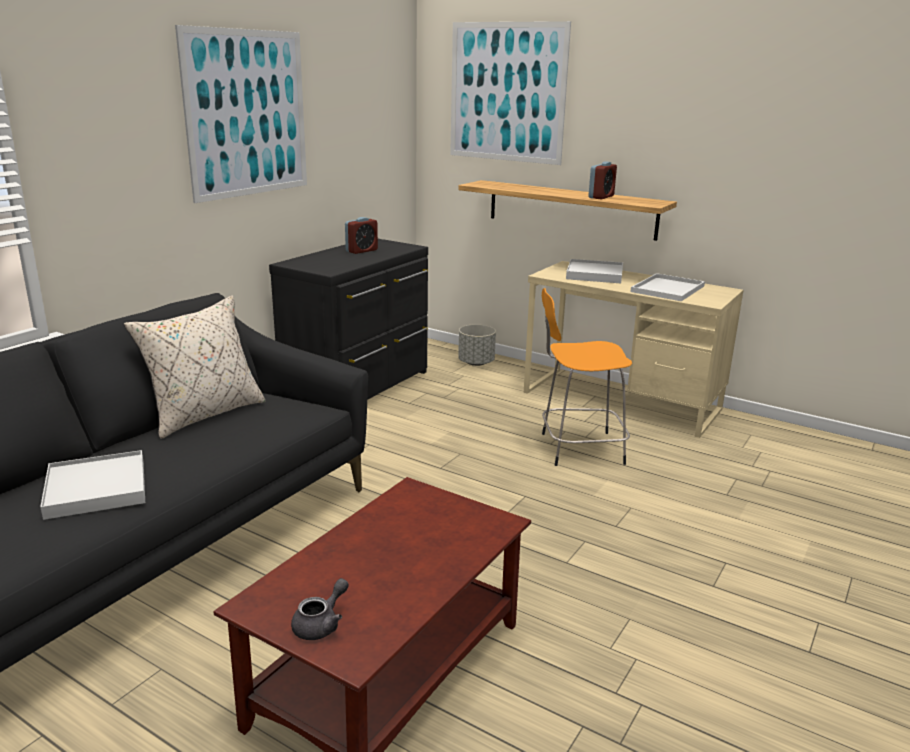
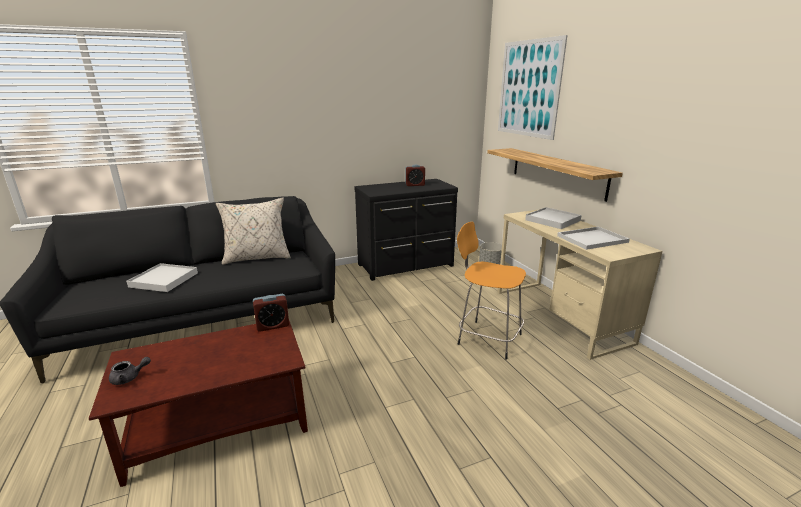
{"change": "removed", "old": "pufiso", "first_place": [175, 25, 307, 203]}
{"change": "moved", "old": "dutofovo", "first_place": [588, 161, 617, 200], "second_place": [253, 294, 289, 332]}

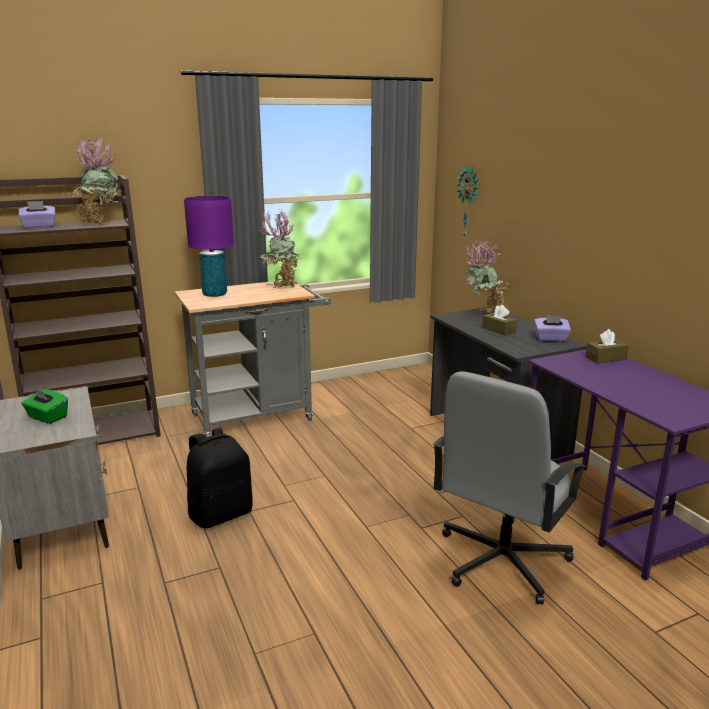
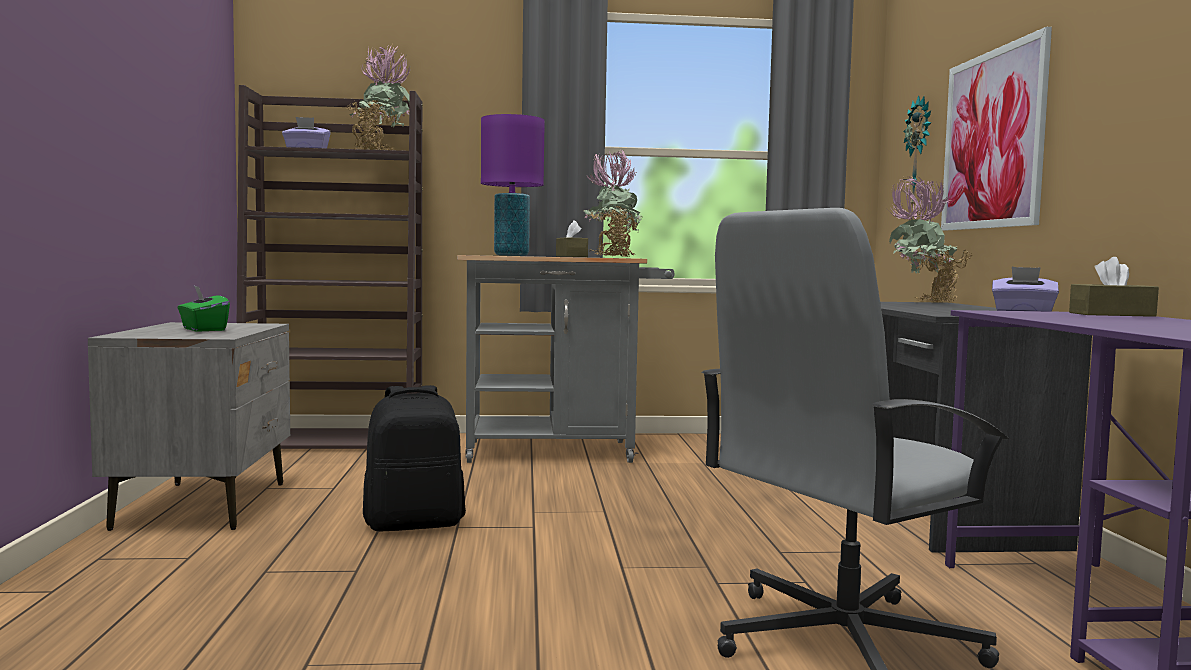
{"change": "added", "new": "pufiso", "second_place": [941, 27, 1052, 231]}
{"change": "moved", "old": "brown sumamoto", "first_place": [482, 305, 517, 335], "second_place": [556, 220, 588, 257]}

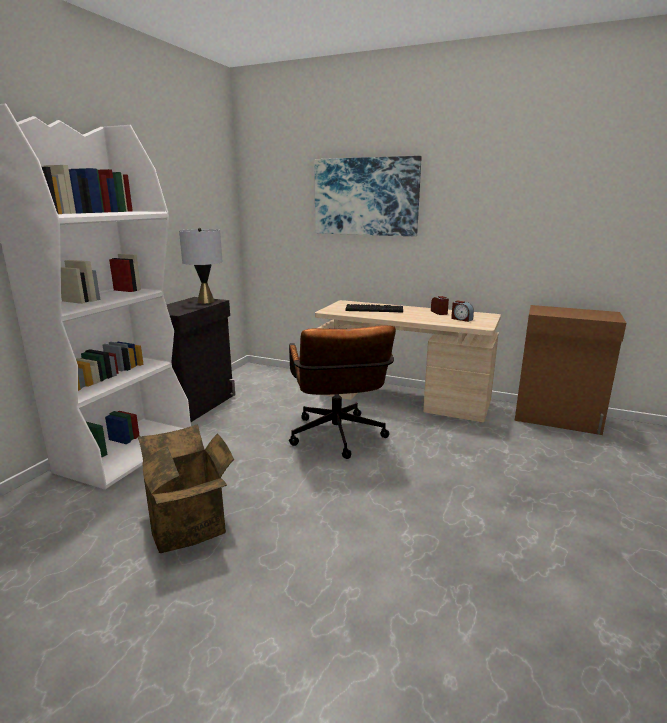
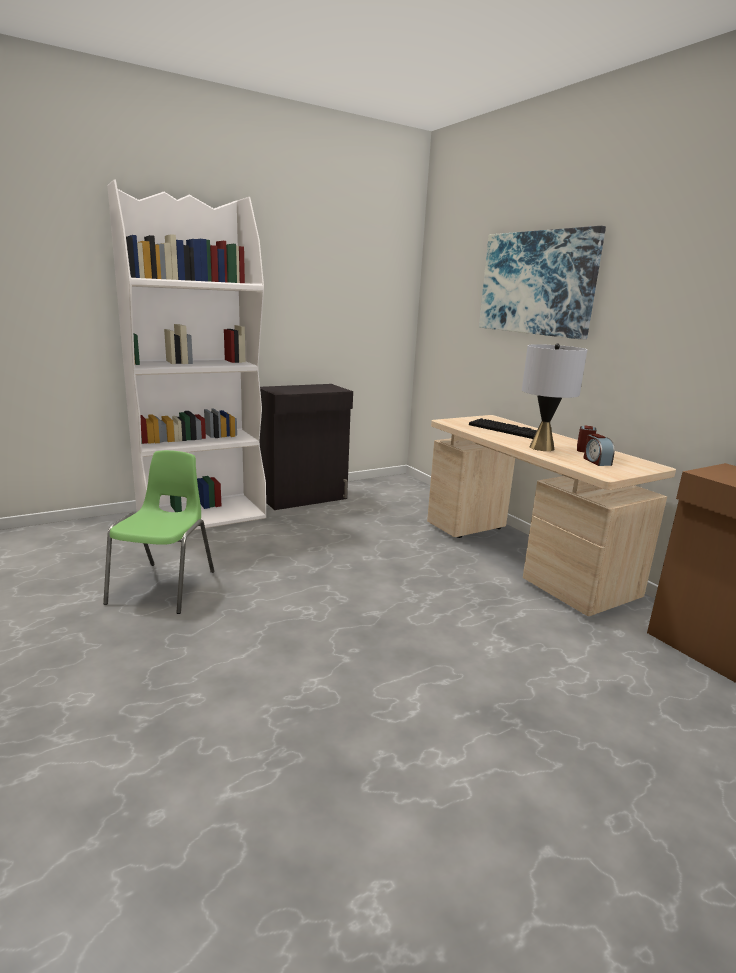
{"change": "removed", "old": "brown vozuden", "first_place": [289, 325, 396, 459]}
{"change": "moved", "old": "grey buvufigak", "first_place": [179, 228, 223, 304], "second_place": [522, 344, 587, 451]}
{"change": "replaced", "old": "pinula", "new": "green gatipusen", "first_place": [138, 424, 234, 553], "second_place": [103, 450, 214, 614]}

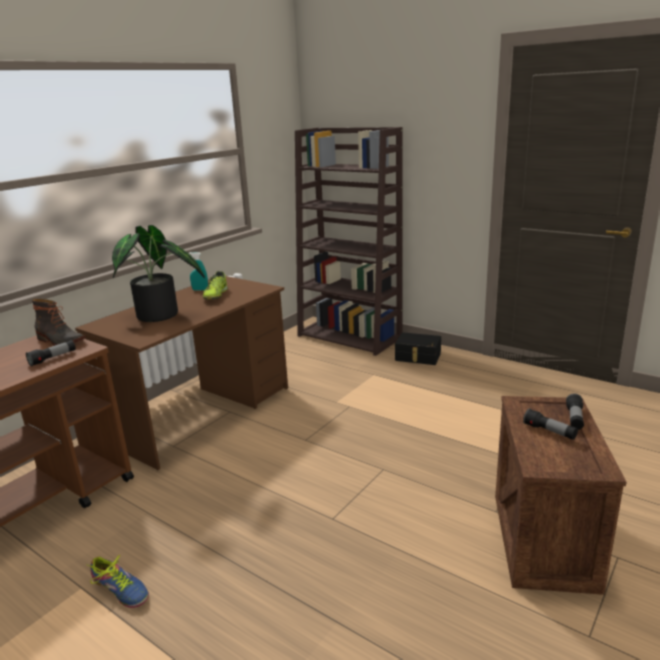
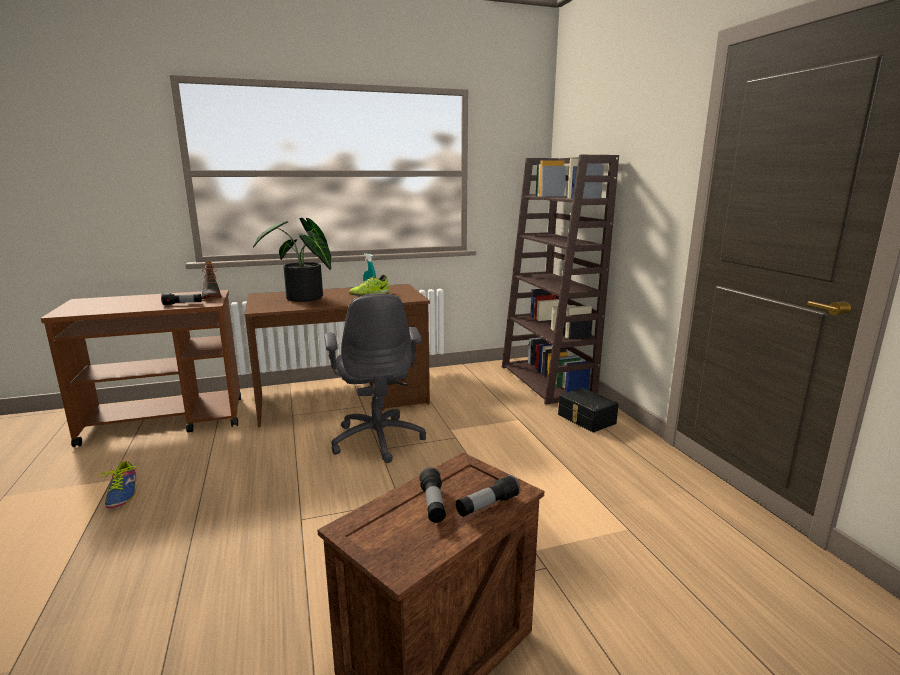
{"change": "added", "new": "grey vozuden", "second_place": [324, 294, 426, 463]}

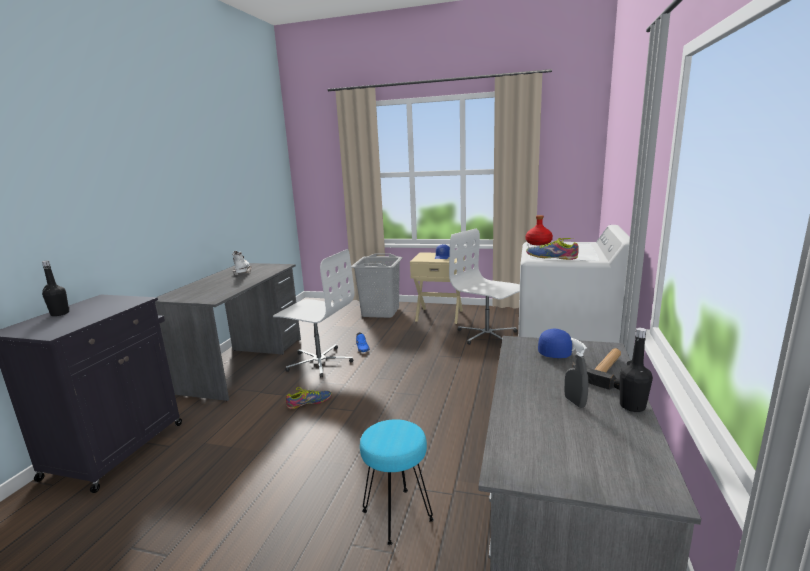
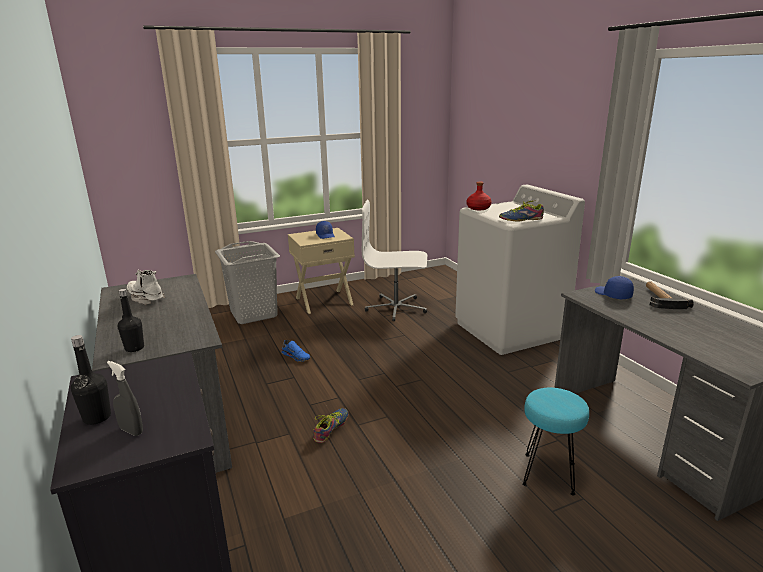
{"change": "removed", "old": "white vozuden", "first_place": [273, 249, 355, 377]}
{"change": "moved", "old": "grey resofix", "first_place": [564, 338, 589, 408], "second_place": [107, 361, 143, 436]}
{"change": "moved", "old": "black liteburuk", "first_place": [620, 328, 653, 412], "second_place": [118, 289, 144, 352]}

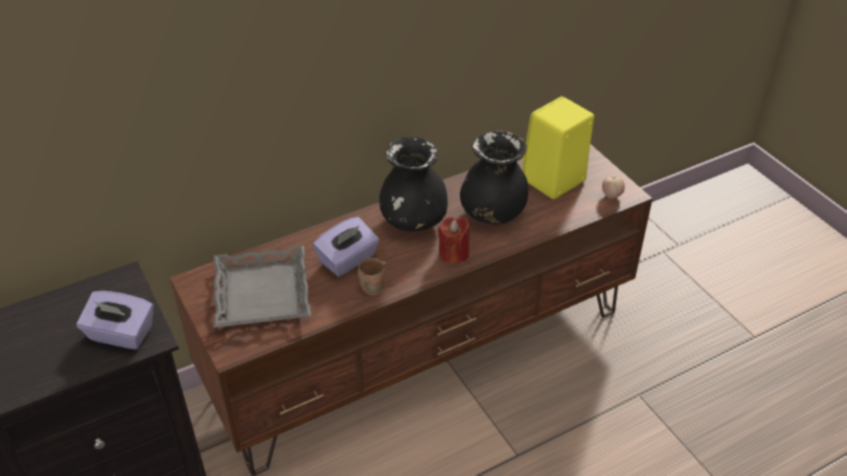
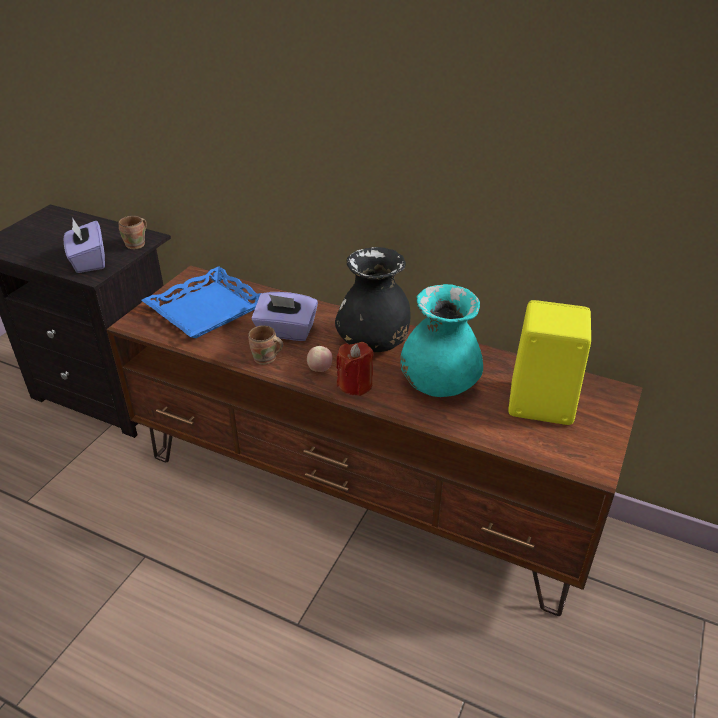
{"change": "added", "new": "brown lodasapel", "second_place": [119, 216, 147, 249]}
{"change": "moved", "old": "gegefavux", "first_place": [602, 176, 625, 198], "second_place": [307, 346, 333, 372]}
{"change": "recoloured", "old": "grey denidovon", "new": "blue denidovon", "first_place": [214, 246, 311, 328], "second_place": [141, 266, 261, 338]}
{"change": "recoloured", "old": "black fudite", "new": "turquoise fudite", "first_place": [460, 130, 528, 225], "second_place": [400, 284, 483, 397]}

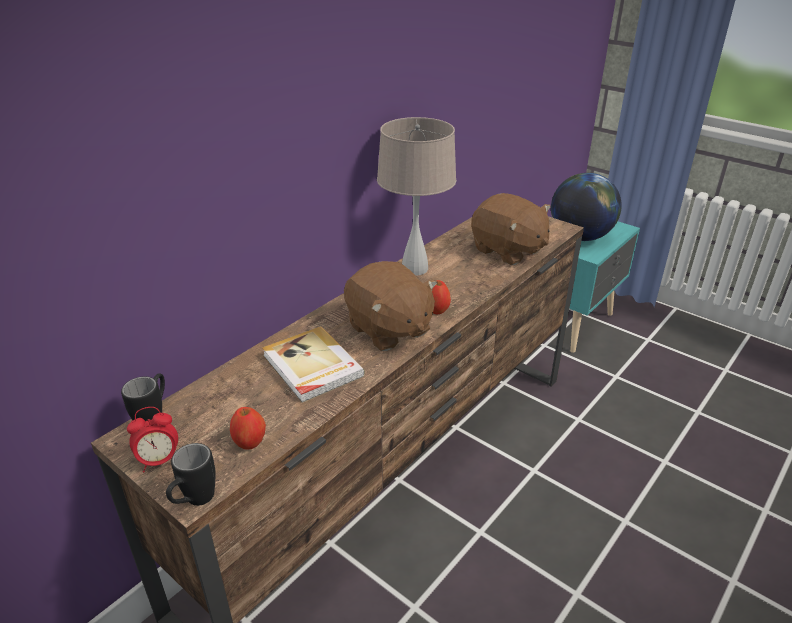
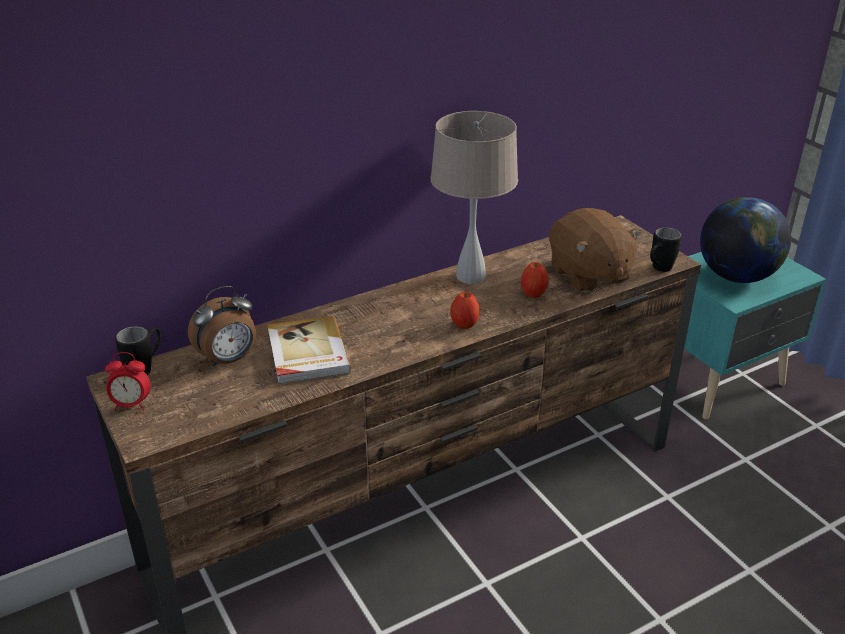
{"change": "removed", "old": "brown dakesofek", "first_place": [344, 261, 437, 351]}
{"change": "added", "new": "dutofovo", "second_place": [188, 286, 256, 367]}
{"change": "moved", "old": "black lodasapel", "first_place": [166, 443, 216, 506], "second_place": [650, 227, 682, 272]}
{"change": "moved", "old": "gegefavux", "first_place": [230, 407, 266, 450], "second_place": [521, 262, 549, 298]}

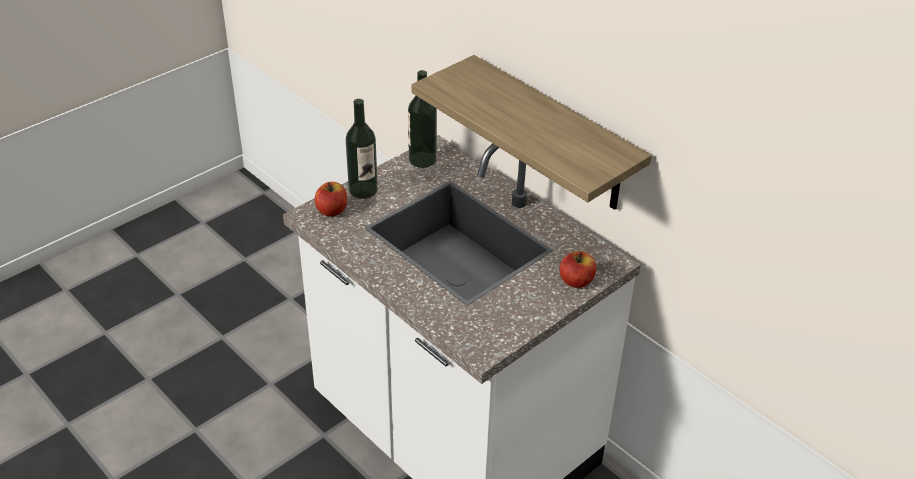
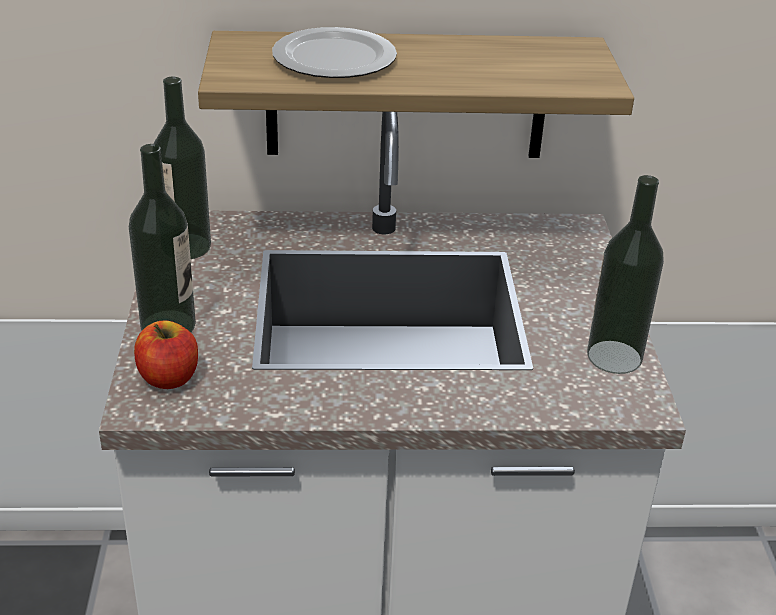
{"change": "removed", "old": "gegefavux", "first_place": [559, 251, 597, 288]}
{"change": "added", "new": "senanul", "second_place": [272, 27, 397, 78]}
{"change": "added", "new": "liteburuk", "second_place": [587, 175, 664, 374]}

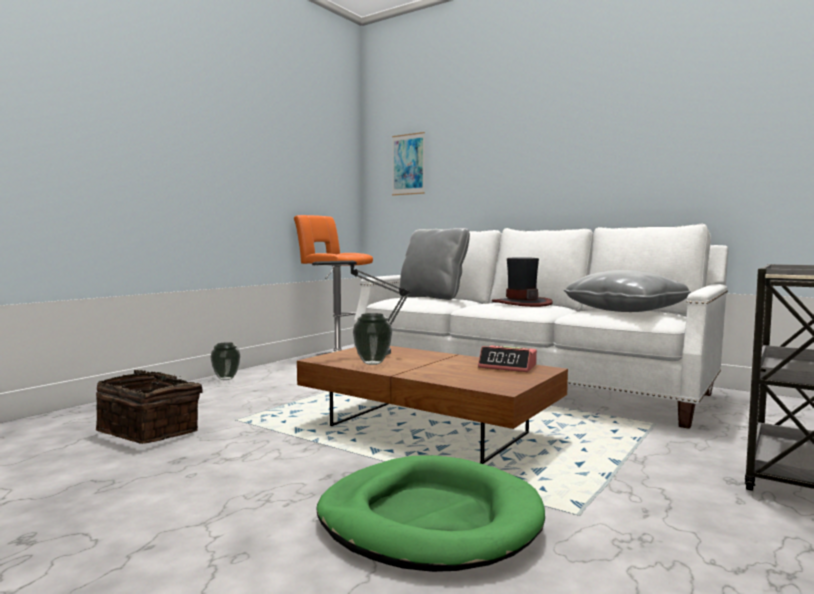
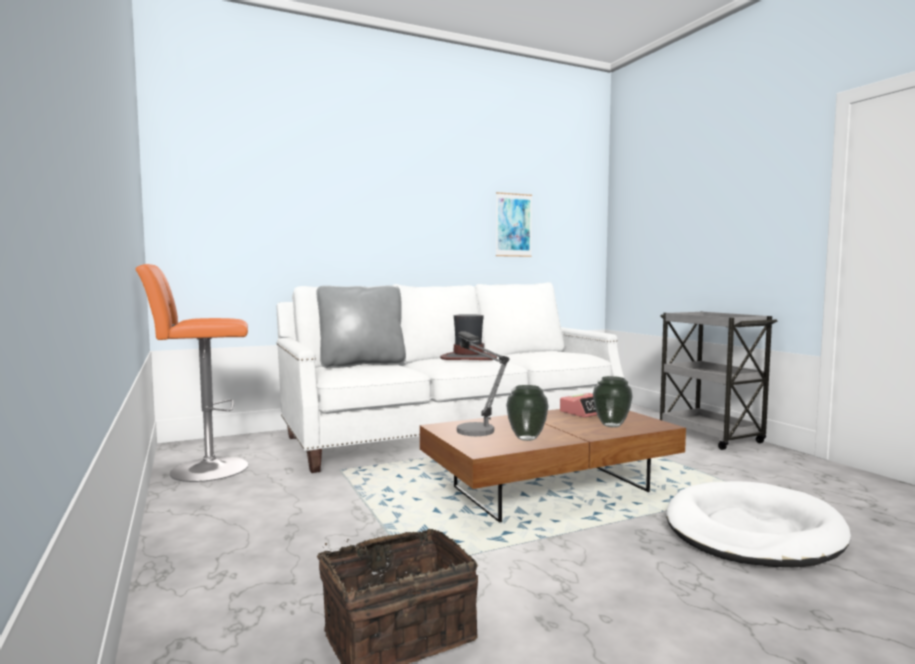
{"change": "removed", "old": "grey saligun", "first_place": [564, 270, 691, 312]}
{"change": "moved", "old": "fudite", "first_place": [210, 342, 240, 380], "second_place": [593, 376, 633, 427]}
{"change": "moved", "old": "pufiso", "first_place": [392, 132, 425, 196], "second_place": [496, 192, 532, 257]}
{"change": "recoloured", "old": "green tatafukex", "new": "white tatafukex", "first_place": [317, 455, 545, 572], "second_place": [666, 481, 851, 567]}

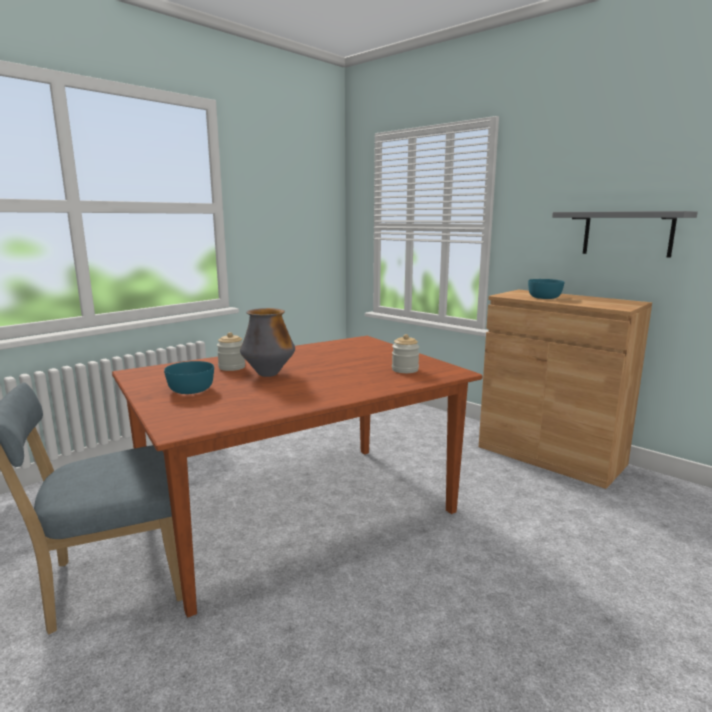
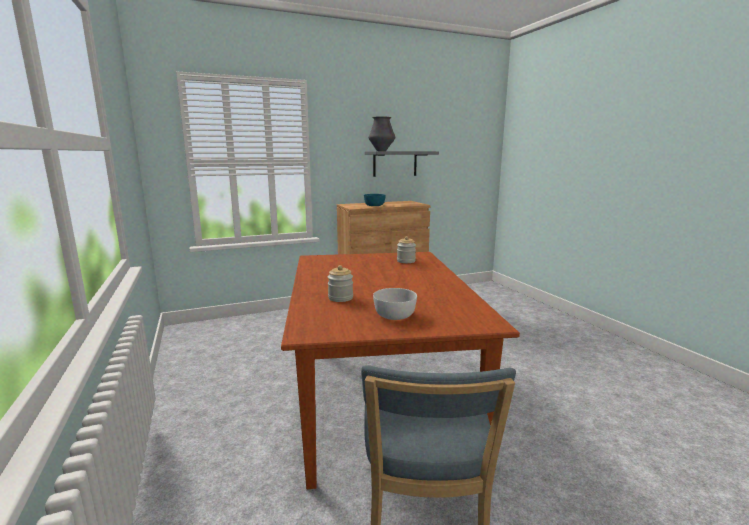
{"change": "moved", "old": "fudite", "first_place": [240, 308, 295, 377], "second_place": [368, 116, 395, 151]}
{"change": "recoloured", "old": "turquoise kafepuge", "new": "white kafepuge", "first_place": [164, 361, 214, 394], "second_place": [373, 288, 417, 320]}

